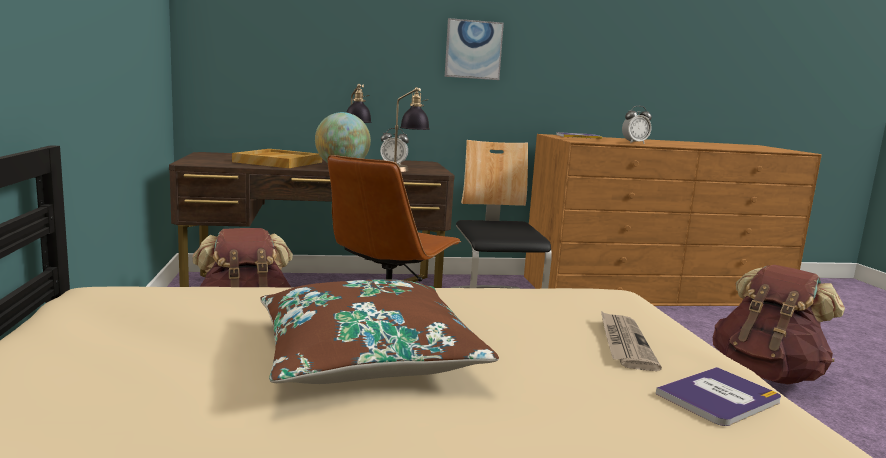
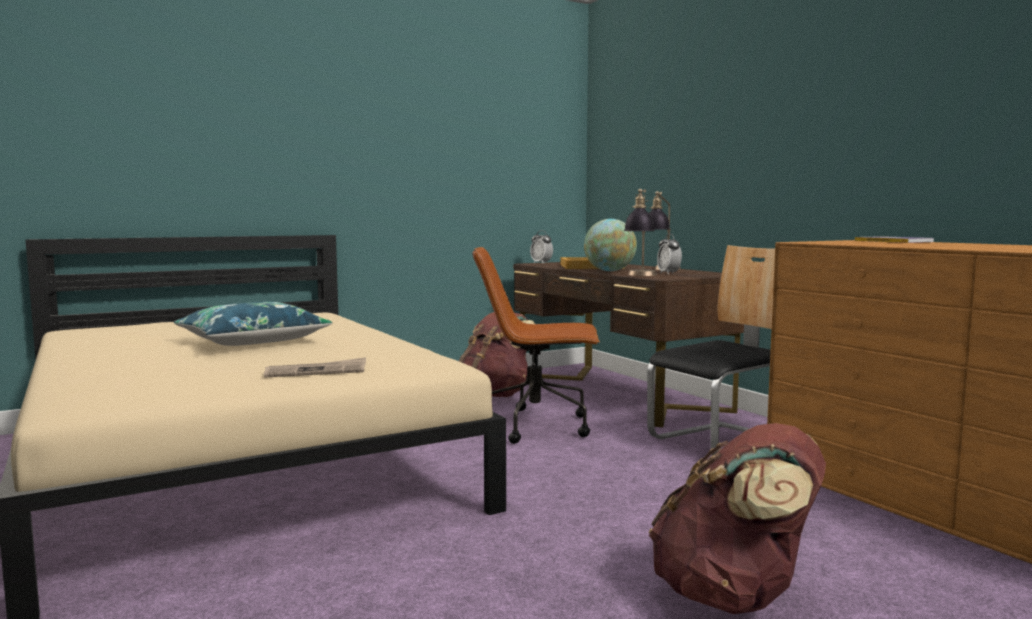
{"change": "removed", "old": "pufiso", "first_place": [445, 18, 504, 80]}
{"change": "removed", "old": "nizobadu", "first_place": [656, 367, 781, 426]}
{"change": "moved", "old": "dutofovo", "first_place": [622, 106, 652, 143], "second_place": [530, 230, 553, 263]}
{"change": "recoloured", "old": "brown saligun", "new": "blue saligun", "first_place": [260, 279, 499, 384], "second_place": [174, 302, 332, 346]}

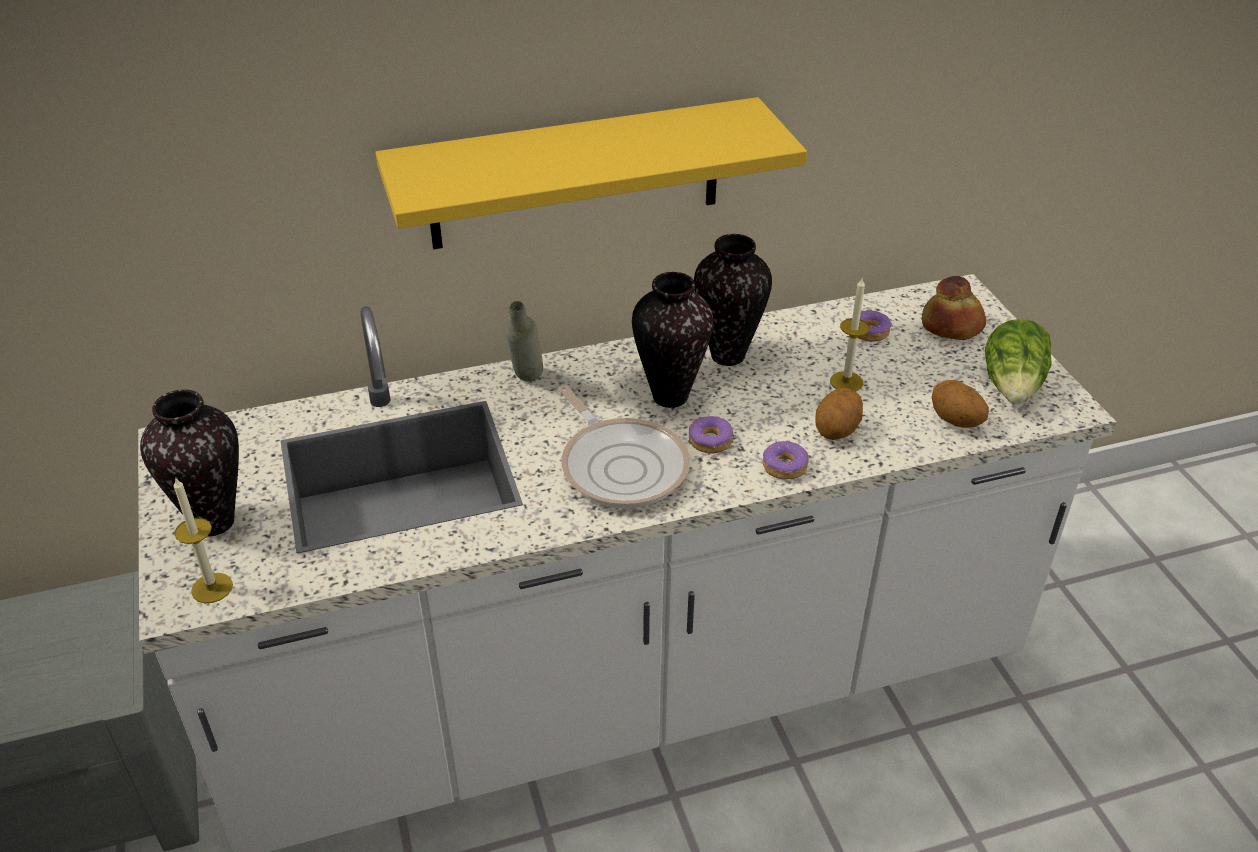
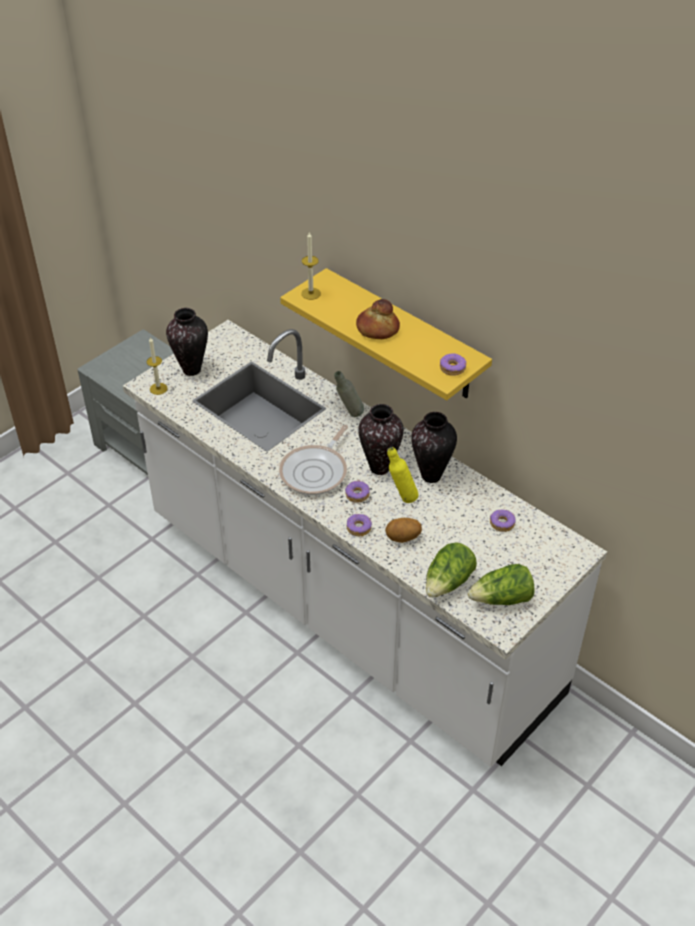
{"change": "added", "new": "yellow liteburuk", "second_place": [387, 447, 418, 503]}
{"change": "added", "new": "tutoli", "second_place": [440, 353, 467, 376]}
{"change": "moved", "old": "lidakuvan", "first_place": [830, 278, 870, 391], "second_place": [301, 231, 321, 300]}
{"change": "moved", "old": "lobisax", "first_place": [922, 276, 986, 340], "second_place": [356, 299, 400, 339]}
{"change": "replaced", "old": "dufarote", "new": "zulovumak", "first_place": [932, 380, 989, 428], "second_place": [426, 542, 477, 598]}

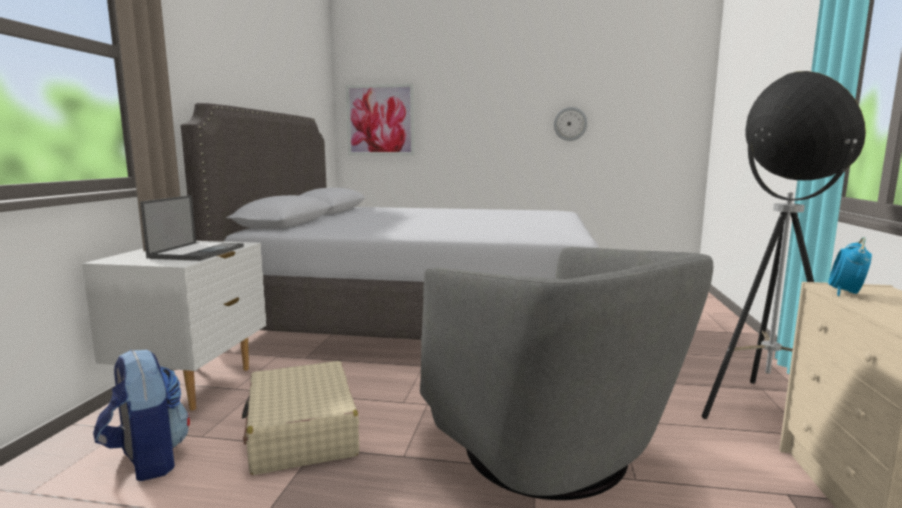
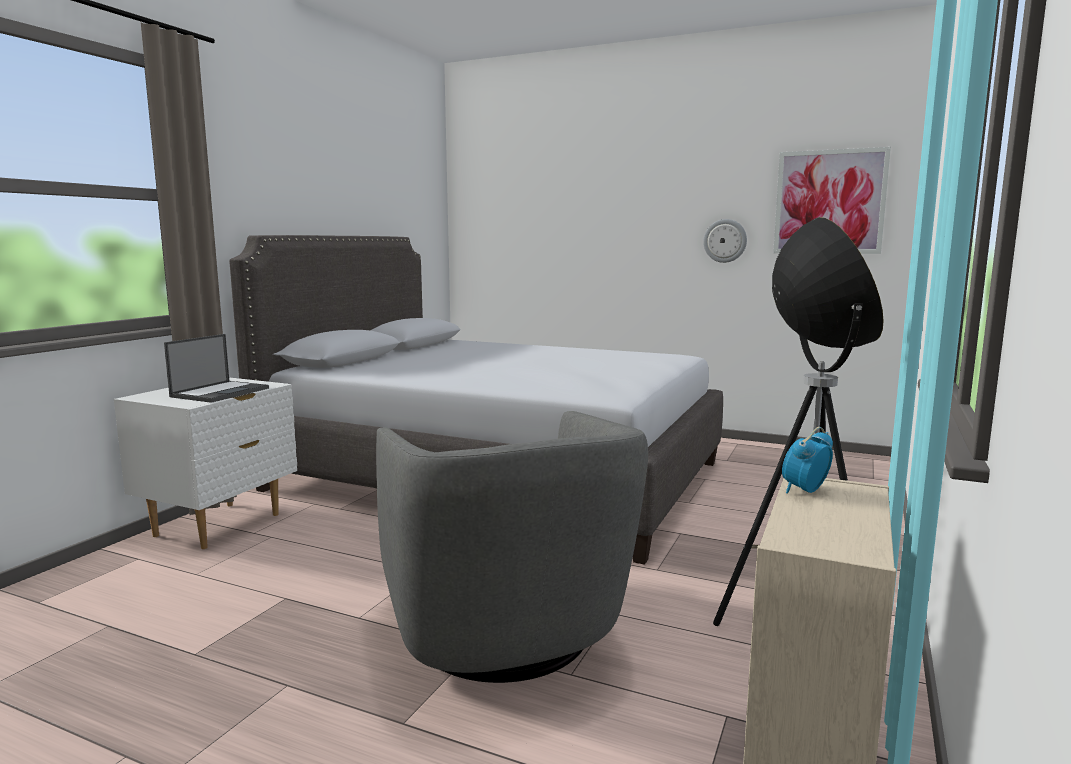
{"change": "removed", "old": "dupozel", "first_place": [93, 350, 190, 481]}
{"change": "removed", "old": "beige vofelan", "first_place": [242, 361, 359, 475]}
{"change": "moved", "old": "pufiso", "first_place": [346, 84, 415, 155], "second_place": [773, 147, 891, 254]}

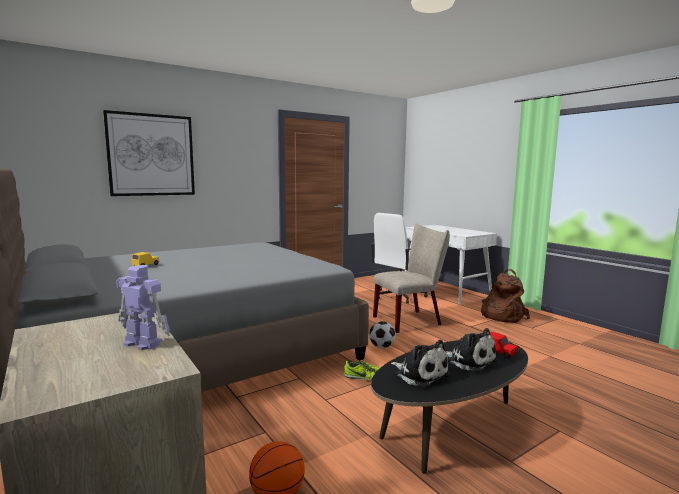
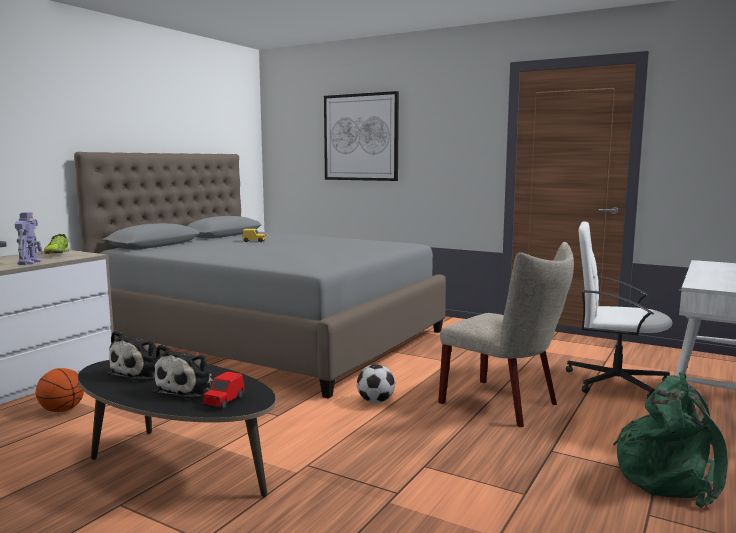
{"change": "moved", "old": "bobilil", "first_place": [344, 359, 380, 381], "second_place": [44, 234, 69, 254]}
{"change": "recoloured", "old": "brown dupozel", "new": "green dupozel", "first_place": [481, 269, 530, 323], "second_place": [613, 372, 728, 507]}

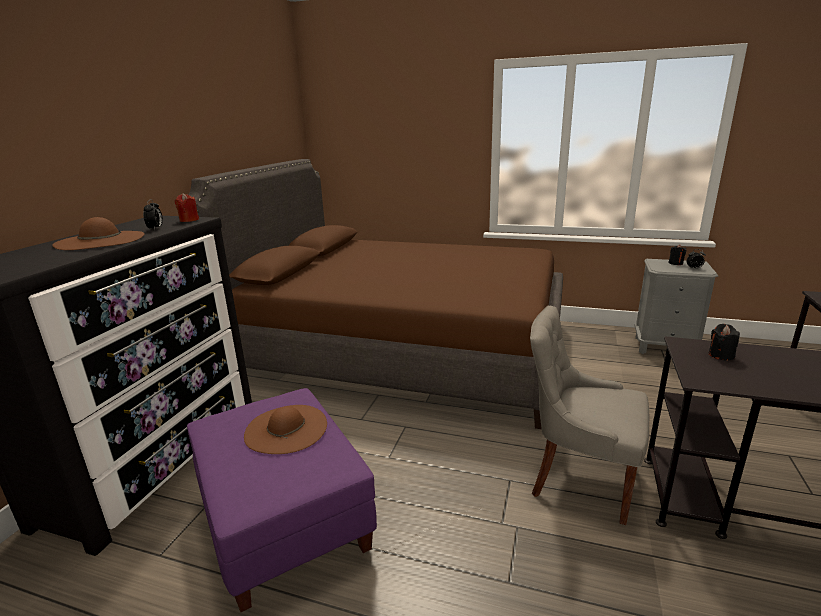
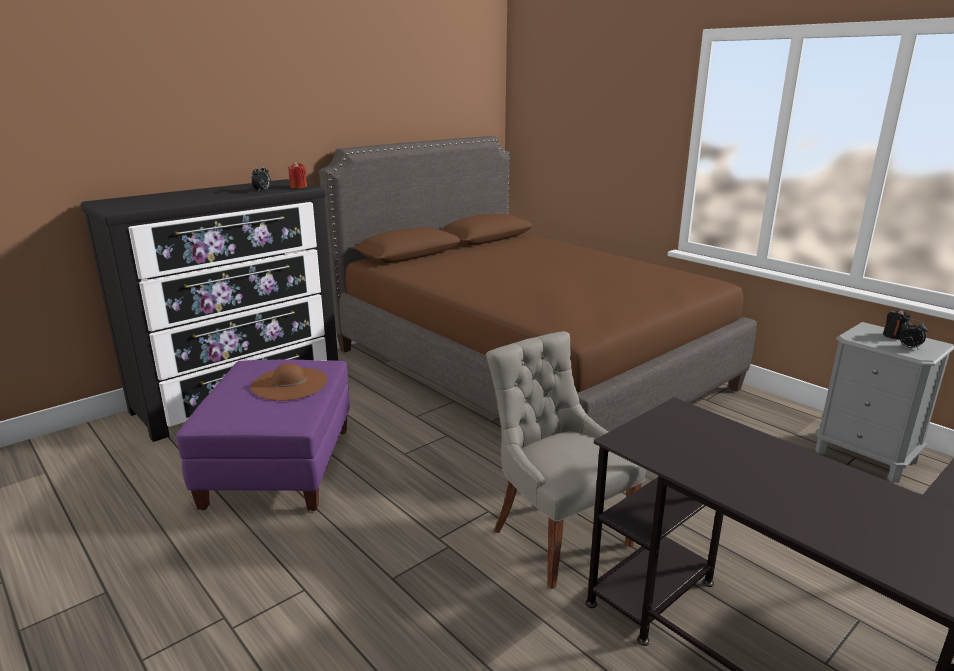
{"change": "removed", "old": "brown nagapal", "first_place": [52, 217, 145, 250]}
{"change": "removed", "old": "black lidakuvan", "first_place": [709, 324, 740, 360]}

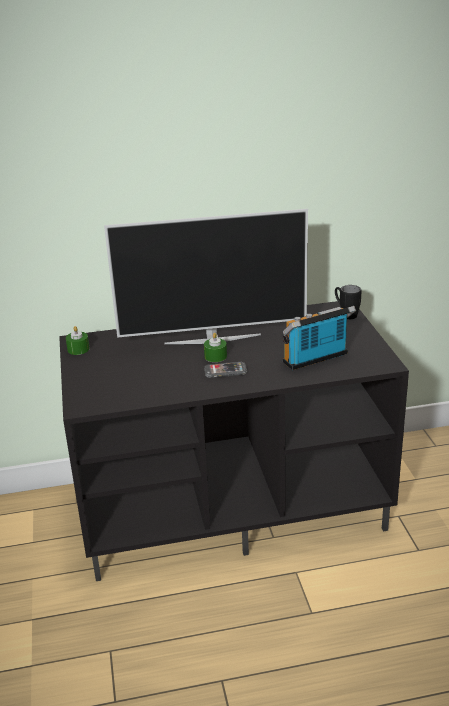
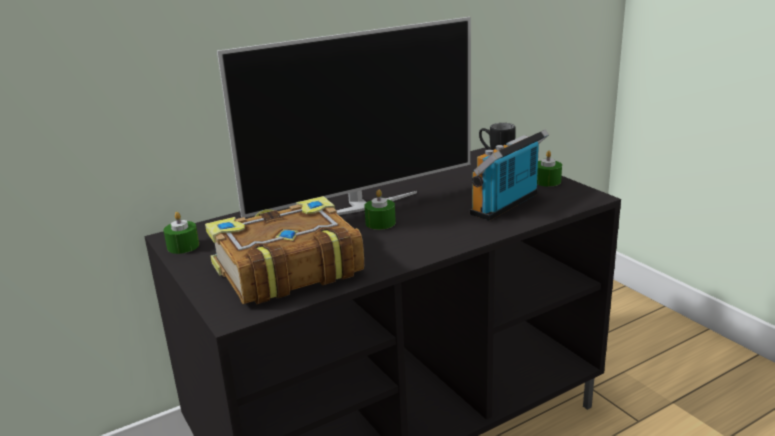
{"change": "removed", "old": "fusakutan", "first_place": [204, 362, 247, 378]}
{"change": "added", "new": "nizobadu", "second_place": [205, 196, 364, 304]}
{"change": "added", "new": "green lidakuvan", "second_place": [537, 150, 562, 187]}

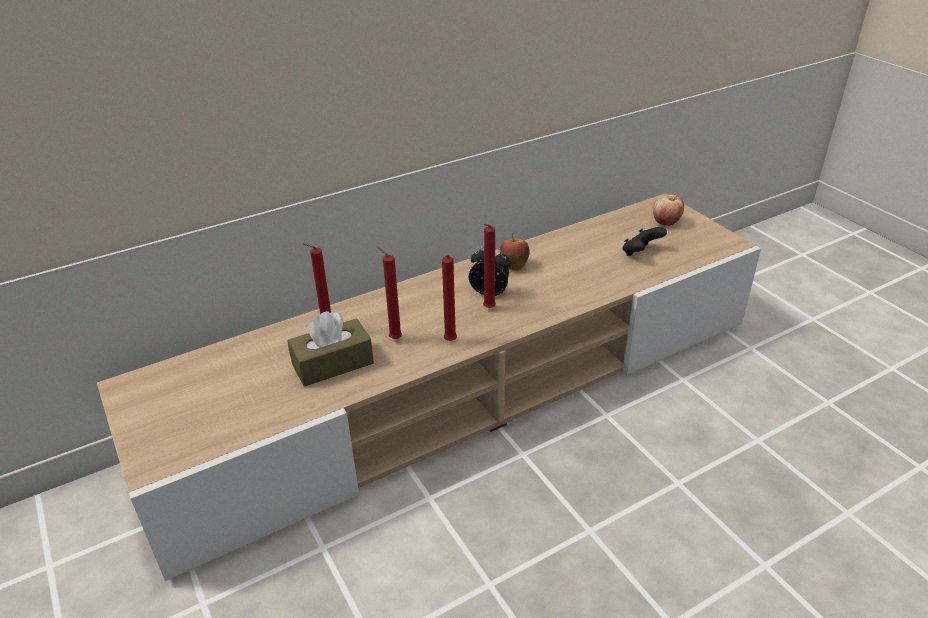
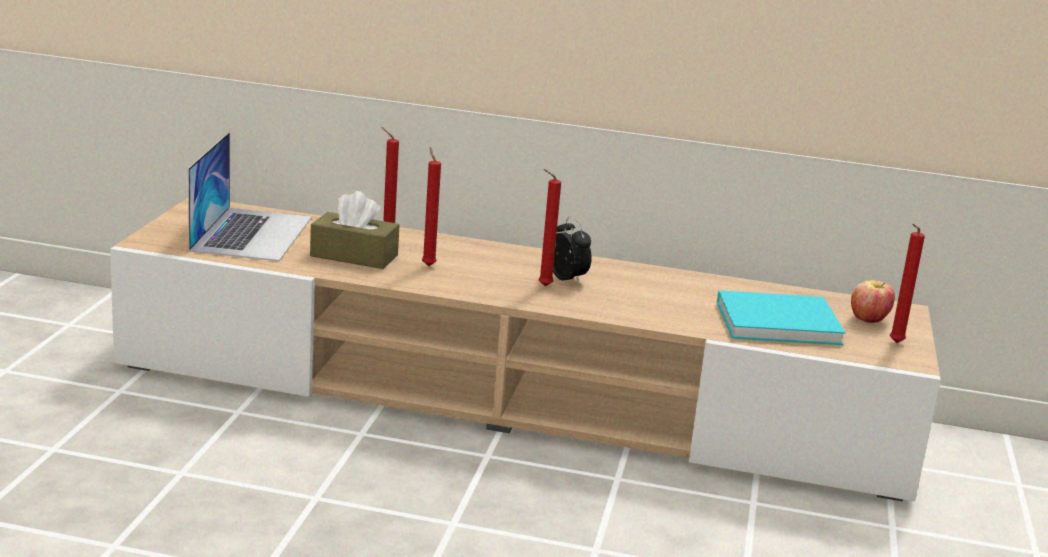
{"change": "removed", "old": "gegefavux", "first_place": [500, 233, 530, 271]}
{"change": "added", "new": "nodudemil", "second_place": [188, 132, 312, 261]}
{"change": "moved", "old": "red lidakuvan", "first_place": [442, 255, 457, 341], "second_place": [890, 224, 925, 343]}
{"change": "replaced", "old": "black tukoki", "new": "turquoise nizobadu", "first_place": [623, 227, 667, 256], "second_place": [717, 290, 846, 345]}

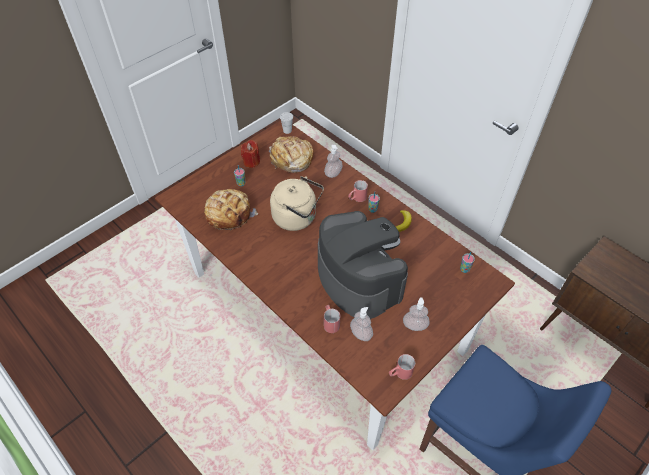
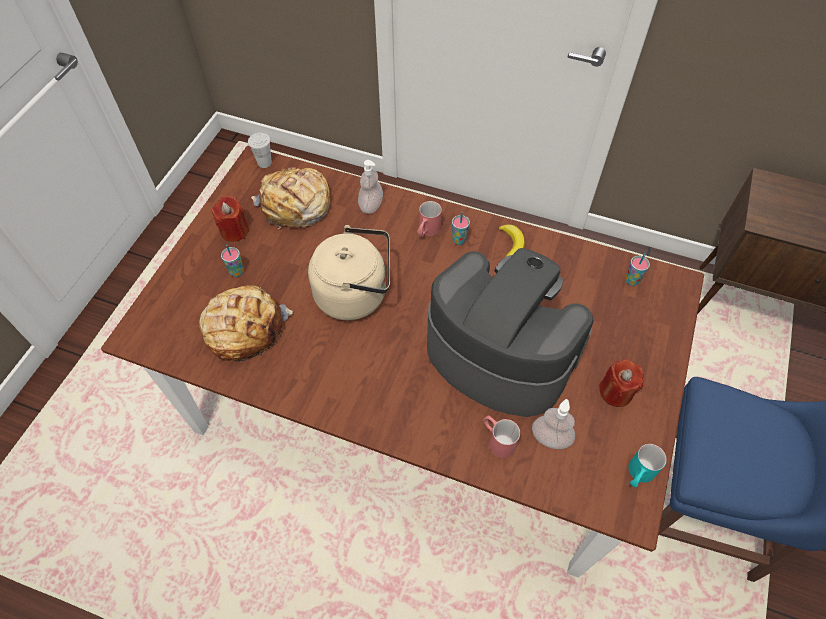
{"change": "replaced", "old": "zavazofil", "new": "red lidakuvan", "first_place": [403, 297, 430, 331], "second_place": [599, 359, 643, 407]}
{"change": "recoloured", "old": "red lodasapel", "new": "turquoise lodasapel", "first_place": [389, 354, 415, 380], "second_place": [629, 444, 667, 487]}

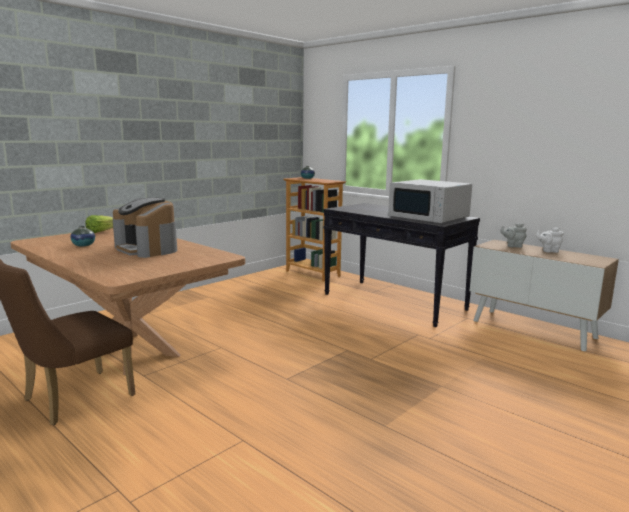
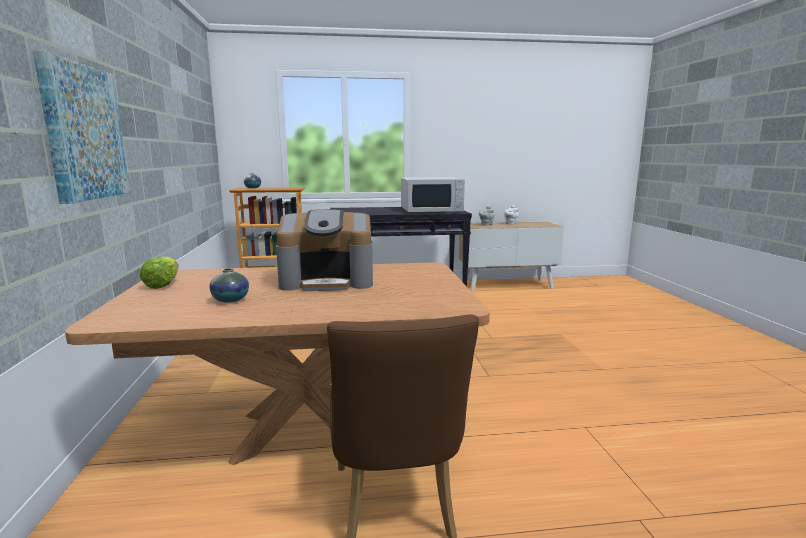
{"change": "added", "new": "pufiso", "second_place": [33, 50, 130, 204]}

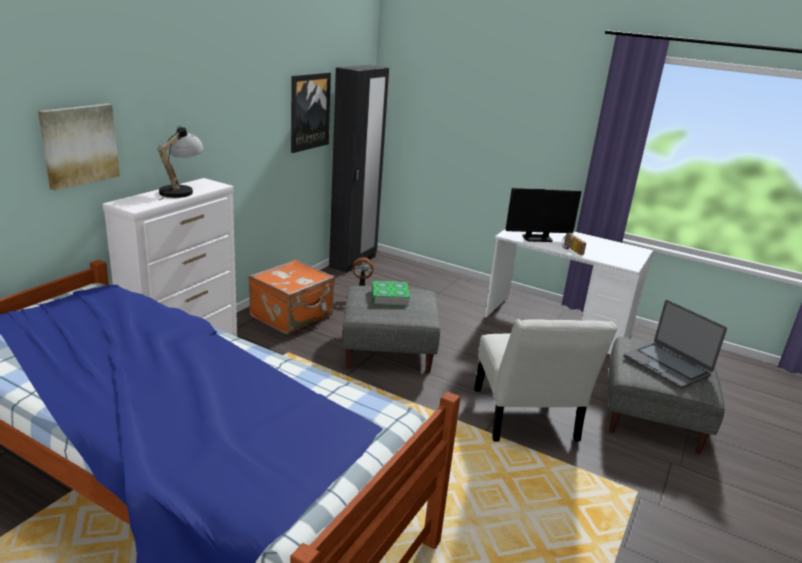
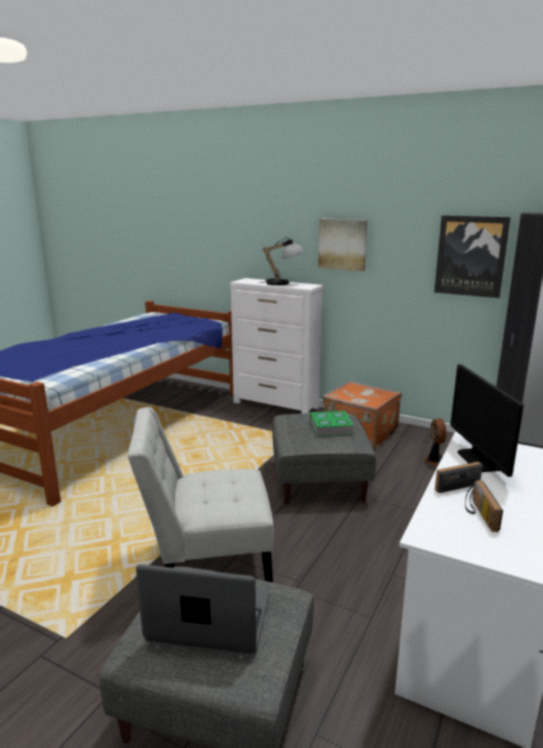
{"change": "added", "new": "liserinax", "second_place": [465, 480, 503, 532]}
{"change": "moved", "old": "pufiso", "first_place": [38, 104, 120, 190], "second_place": [318, 219, 367, 271]}
{"change": "turned", "old": "nodudemil", "first_place": [624, 300, 727, 389], "second_place": [136, 564, 270, 654], "degrees": 45}

